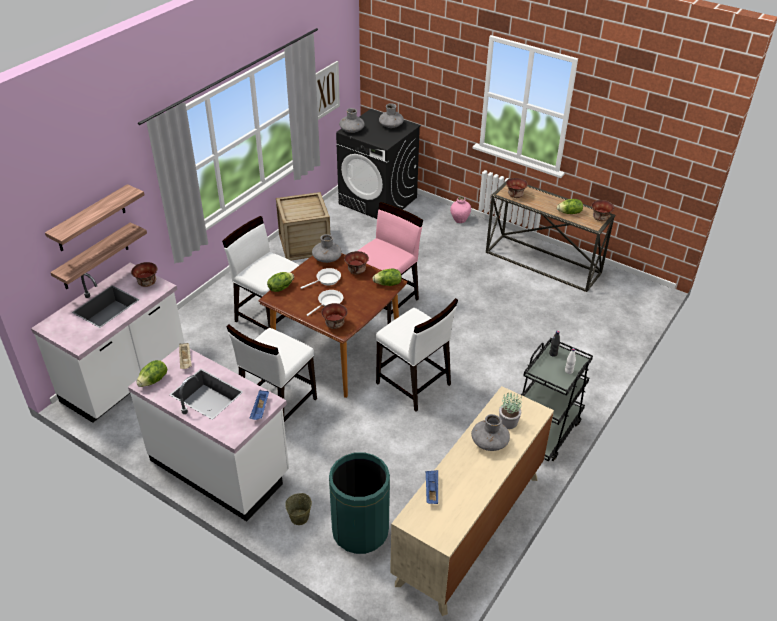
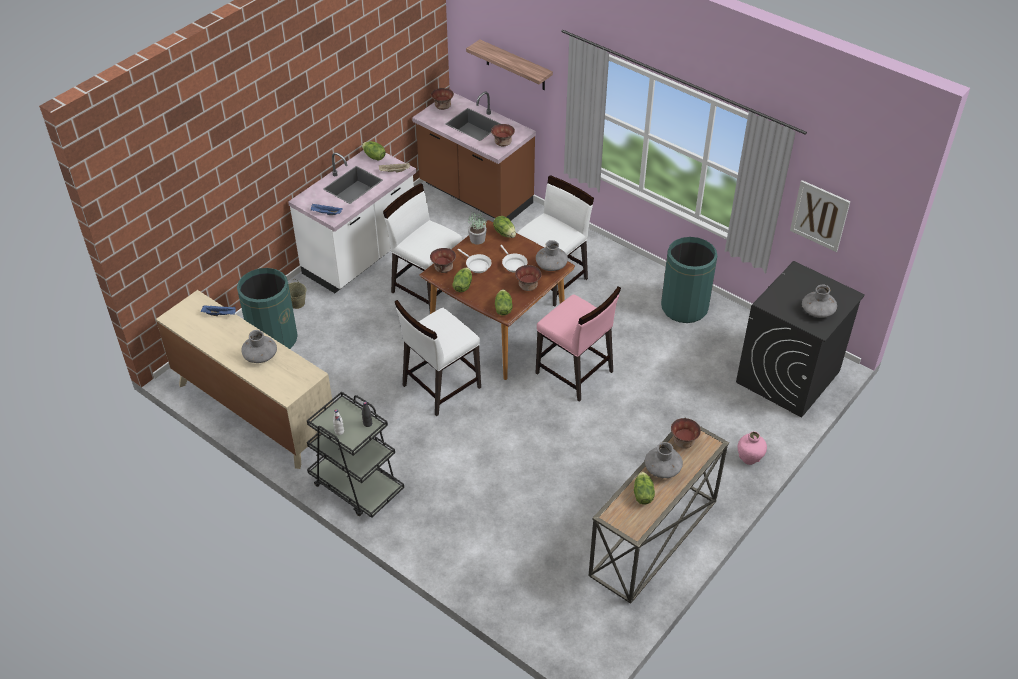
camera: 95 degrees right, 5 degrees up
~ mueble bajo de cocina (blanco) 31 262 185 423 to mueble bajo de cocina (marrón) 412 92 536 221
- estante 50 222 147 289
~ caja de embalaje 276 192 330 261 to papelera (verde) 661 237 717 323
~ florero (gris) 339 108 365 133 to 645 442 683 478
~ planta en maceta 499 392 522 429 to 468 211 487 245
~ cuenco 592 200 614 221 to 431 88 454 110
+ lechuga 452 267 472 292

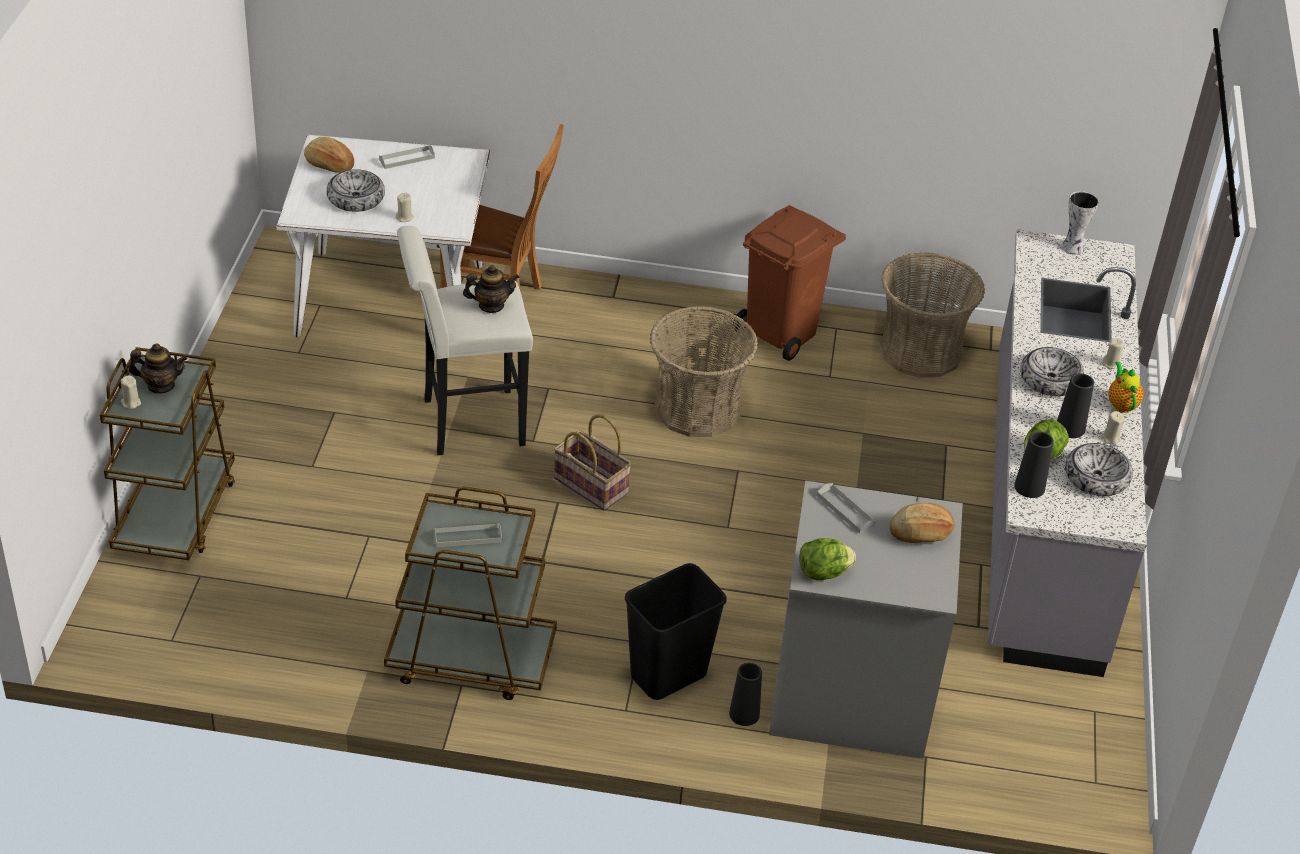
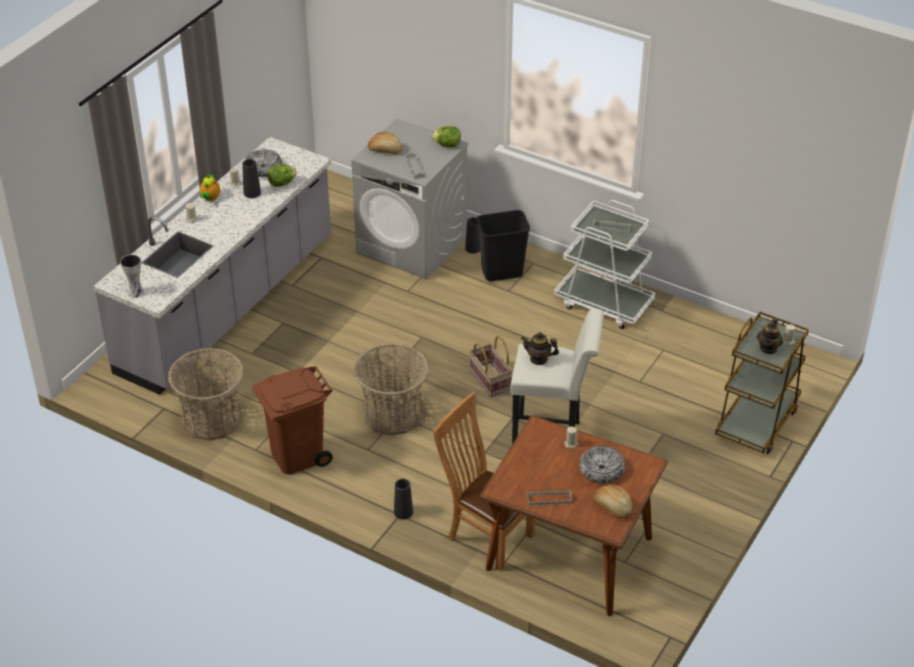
camera: 155 degrees left, 0 degrees up
~ tetera 129 343 187 394 = 757 318 783 354 90 degrees counterclockwise
~ mesa de comedor (blanco) 276 135 490 337 to mesa de comedor (marrón) 479 415 668 616
~ carrito (marrón) 384 487 557 700 to carrito (blanco) 554 200 655 329
~ florero (negro) 1014 432 1054 498 to 394 479 413 519
- cuenco 1020 347 1085 396

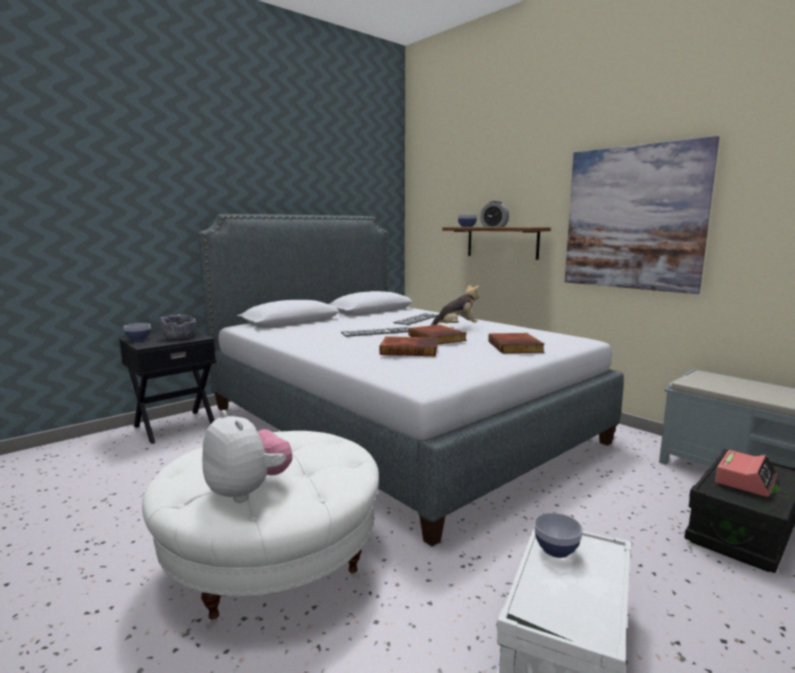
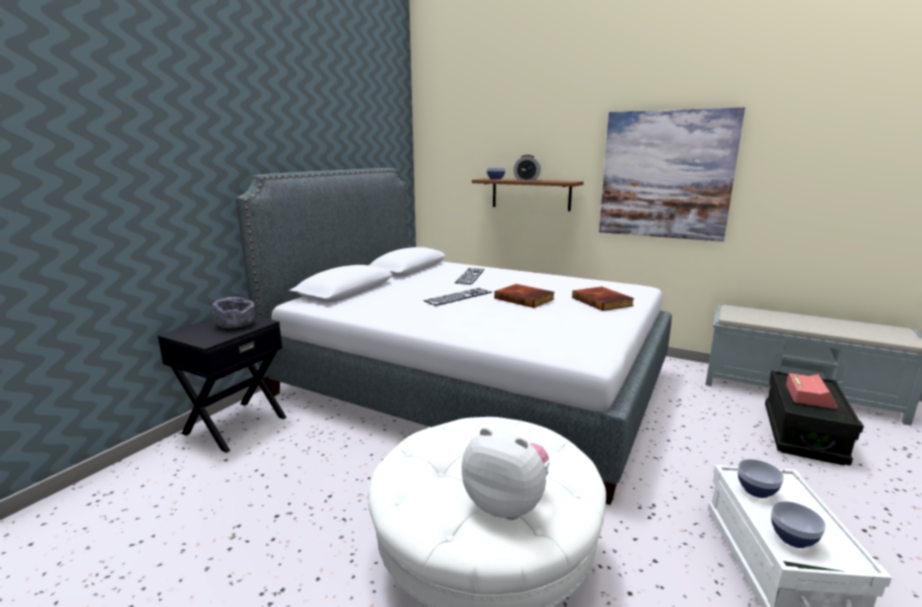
camera: 20 degrees left, 5 degrees up
~ cuenco 123 323 151 341 to 771 501 826 548
- libro 380 336 437 356
- peluche 430 284 480 326

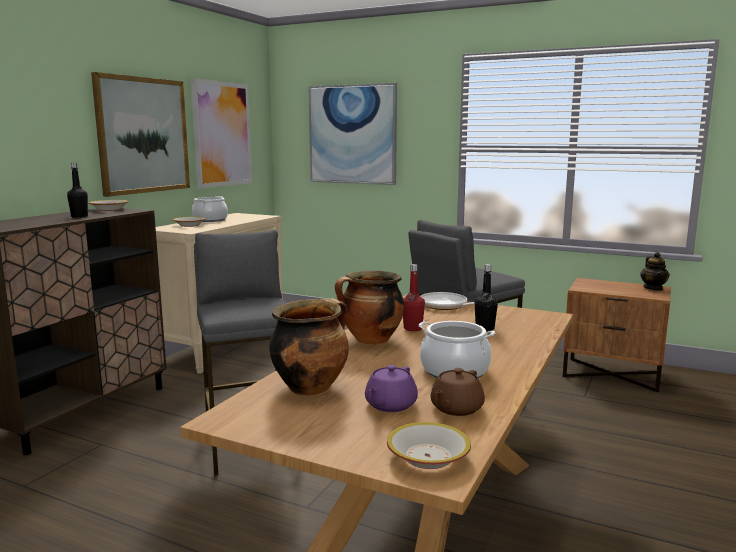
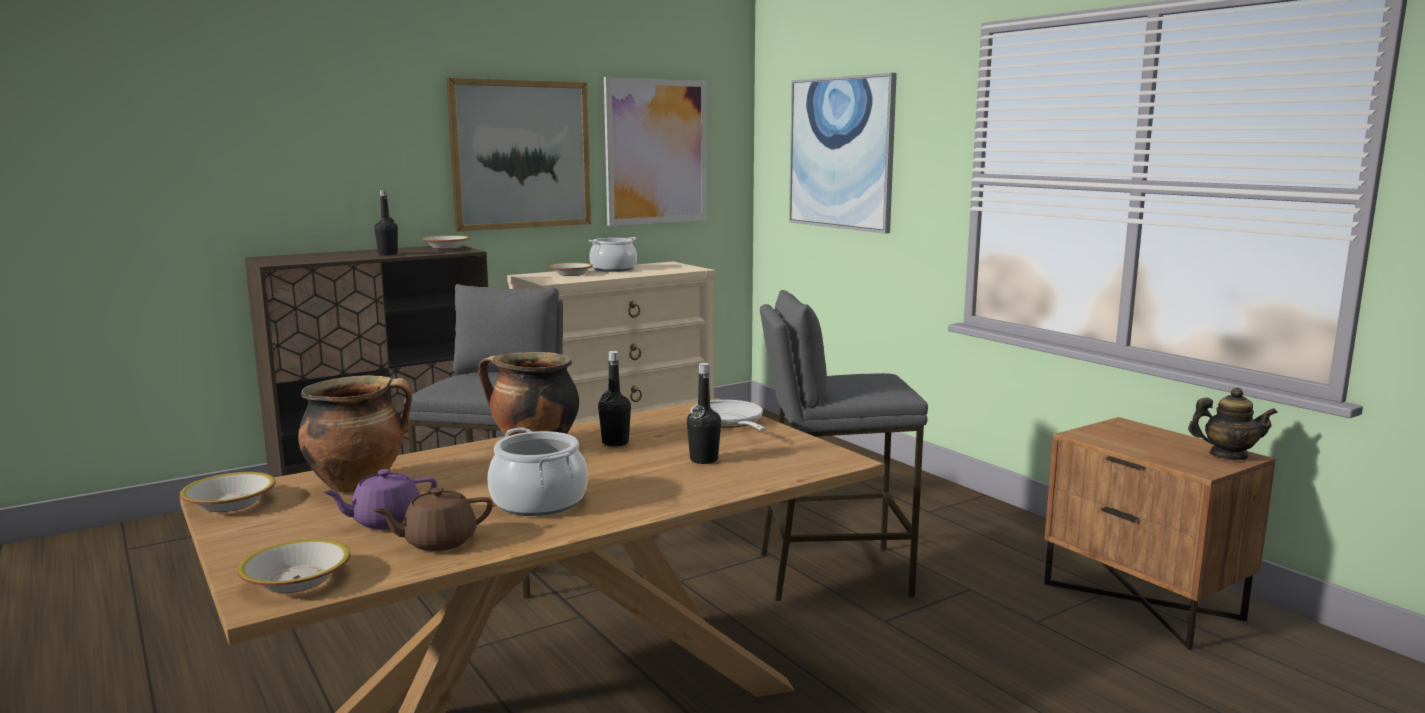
camera: 30 degrees right, 0 degrees up
~ botella (rojo) 403 264 425 331 to botella (negro) 598 351 631 447
~ tetera 640 252 670 291 = 1188 387 1278 460 105 degrees counterclockwise
+ cuenco 180 472 276 512

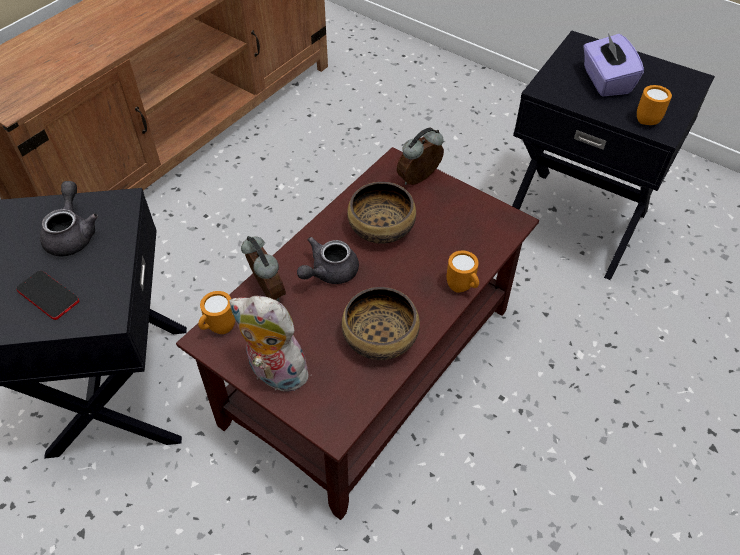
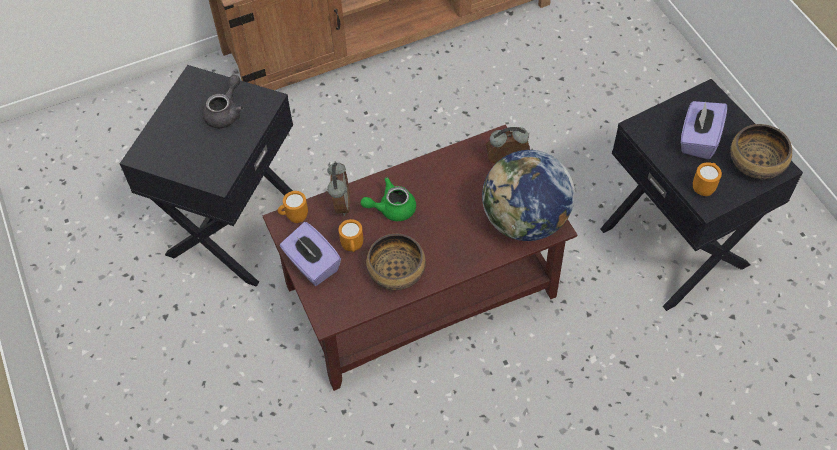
camera: 30 degrees right, 5 degrees up
- móvil 16 270 79 320
~ peluche 229 296 313 394 to caja de pañuelos (morado) 280 222 341 286
~ tetera (gris) 297 237 359 284 to tetera (verde) 361 177 416 221
~ cuenco 347 182 416 244 to 730 124 792 179
~ taza grande (naranja) 447 251 479 293 to 339 219 363 252
+ globo terráqueo 482 150 575 241

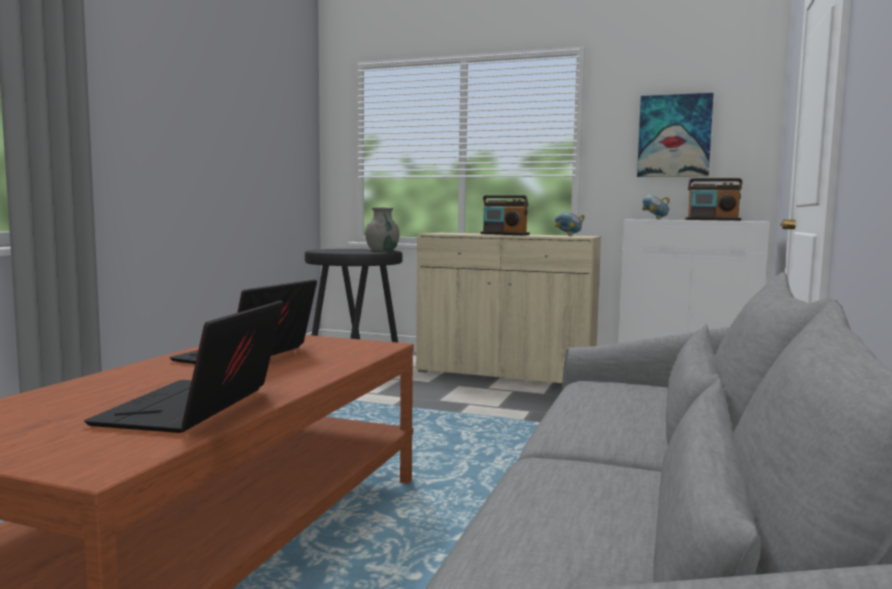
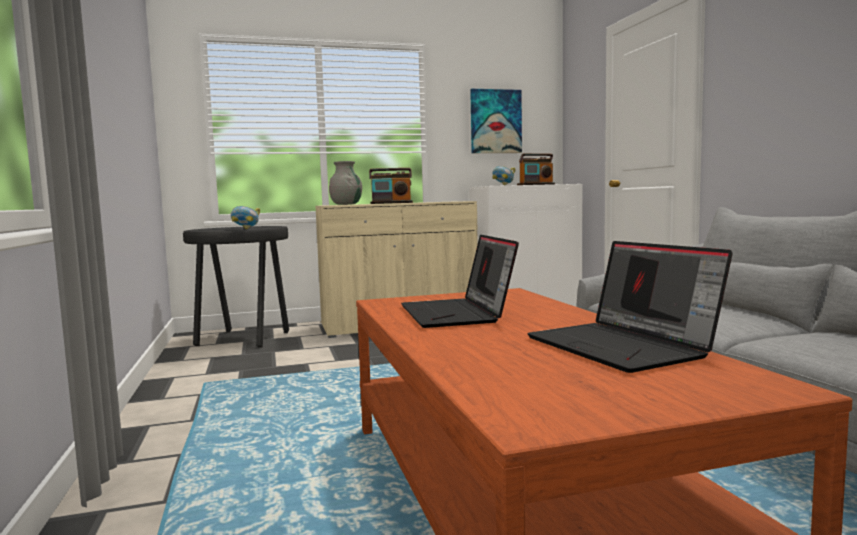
camera: 35 degrees left, 0 degrees up
~ florero (gris) 365 208 400 251 to 329 161 362 205
~ cuenco 555 212 585 236 to 231 206 260 229

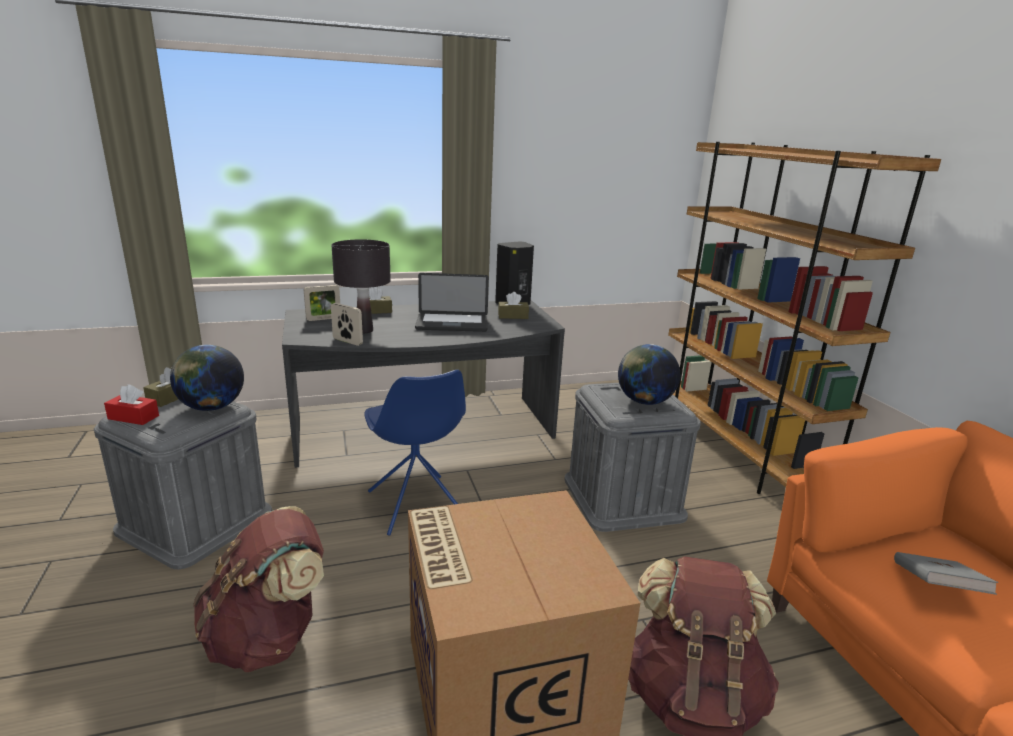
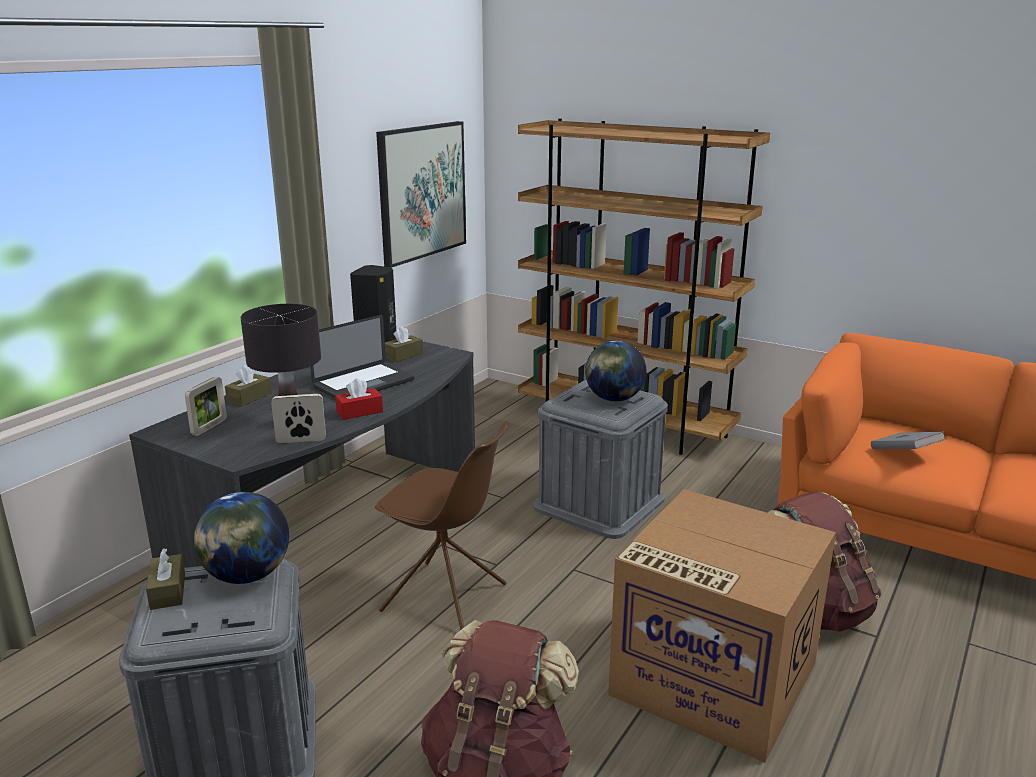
camera: 40 degrees left, 0 degrees up
~ caja de pañuelos (rojo) 104 384 159 425 to 335 378 383 420
~ silla (azul) 364 370 466 536 to silla (marrón) 375 421 509 630
+ cuadro 376 121 466 268

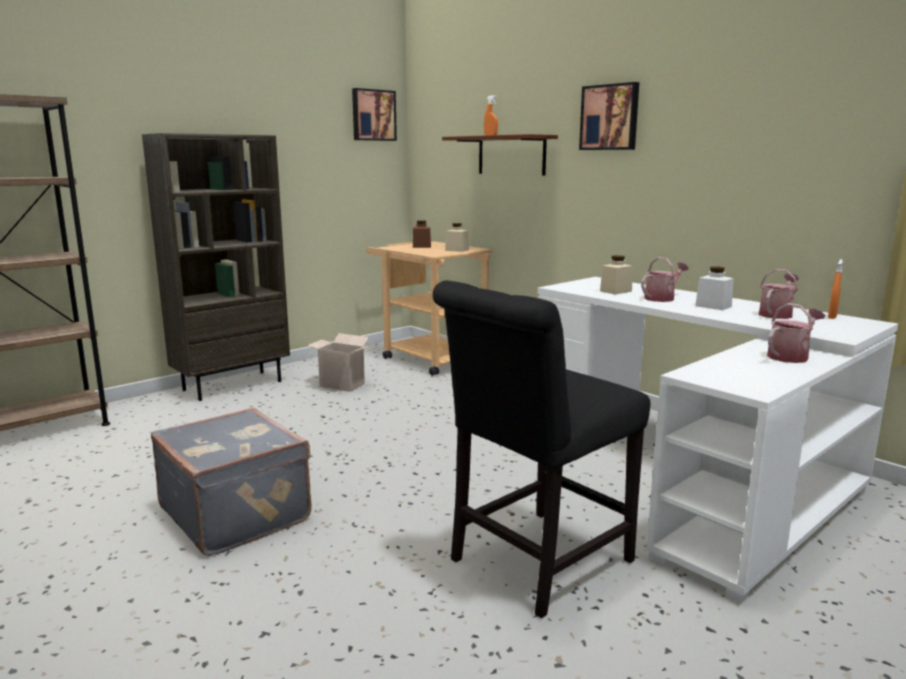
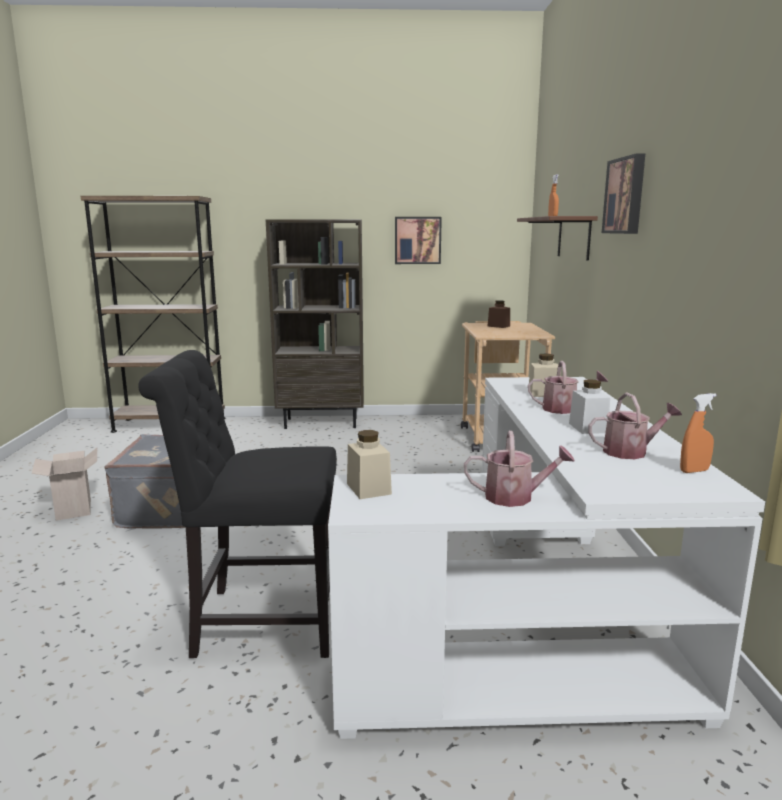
camera: 40 degrees right, 0 degrees up
~ caja de cartón 307 333 372 392 to 31 448 97 521
~ cuadro 352 88 397 141 to 395 217 442 264
~ tarro (beis) 445 223 469 252 to 347 430 392 499

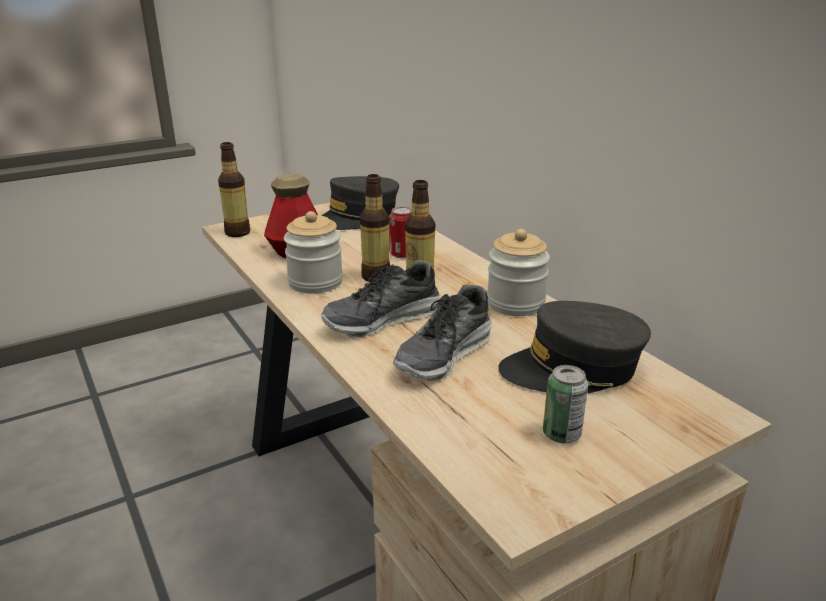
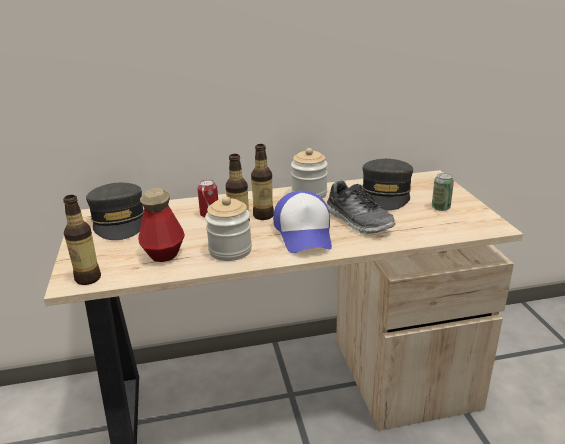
camera: 70 degrees left, 0 degrees up
~ zapato 321 260 441 338 to gorra 273 191 332 253

